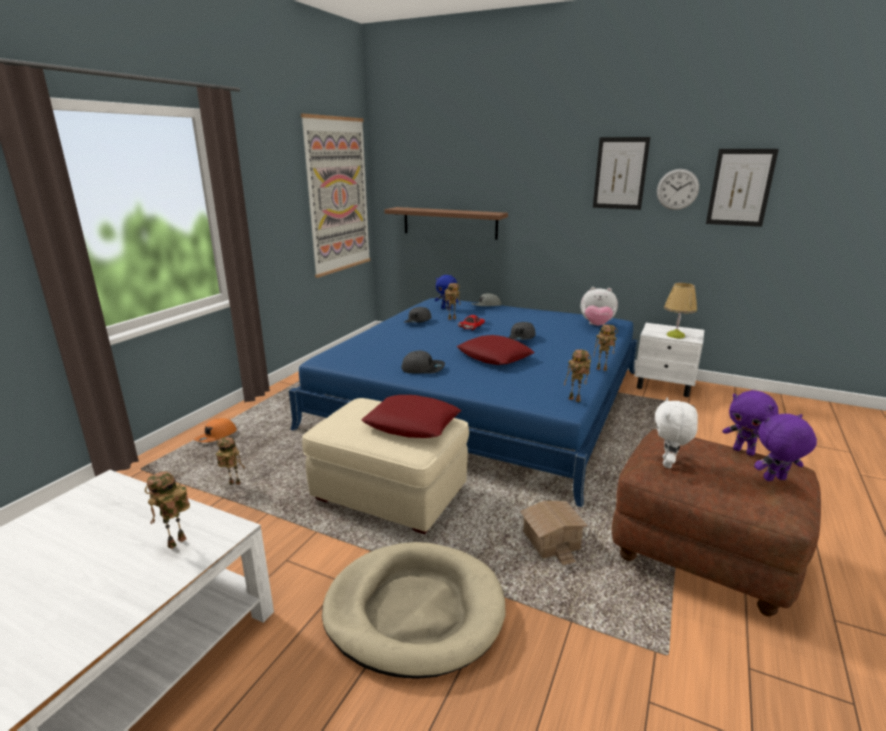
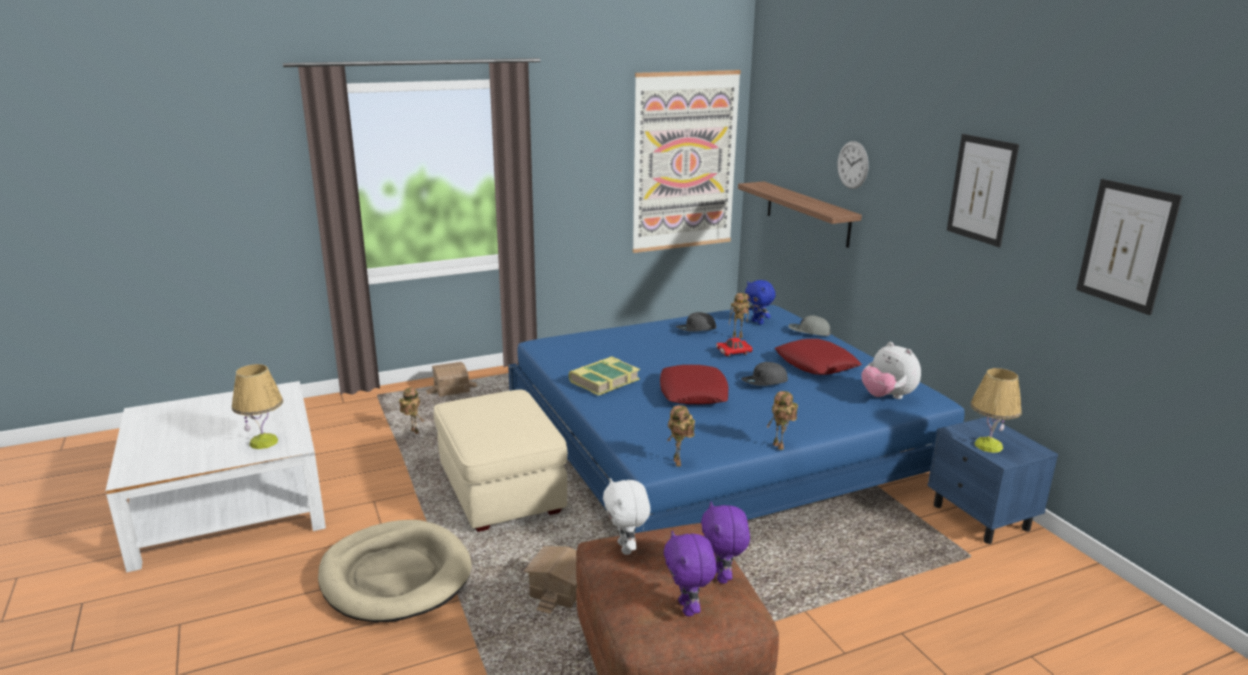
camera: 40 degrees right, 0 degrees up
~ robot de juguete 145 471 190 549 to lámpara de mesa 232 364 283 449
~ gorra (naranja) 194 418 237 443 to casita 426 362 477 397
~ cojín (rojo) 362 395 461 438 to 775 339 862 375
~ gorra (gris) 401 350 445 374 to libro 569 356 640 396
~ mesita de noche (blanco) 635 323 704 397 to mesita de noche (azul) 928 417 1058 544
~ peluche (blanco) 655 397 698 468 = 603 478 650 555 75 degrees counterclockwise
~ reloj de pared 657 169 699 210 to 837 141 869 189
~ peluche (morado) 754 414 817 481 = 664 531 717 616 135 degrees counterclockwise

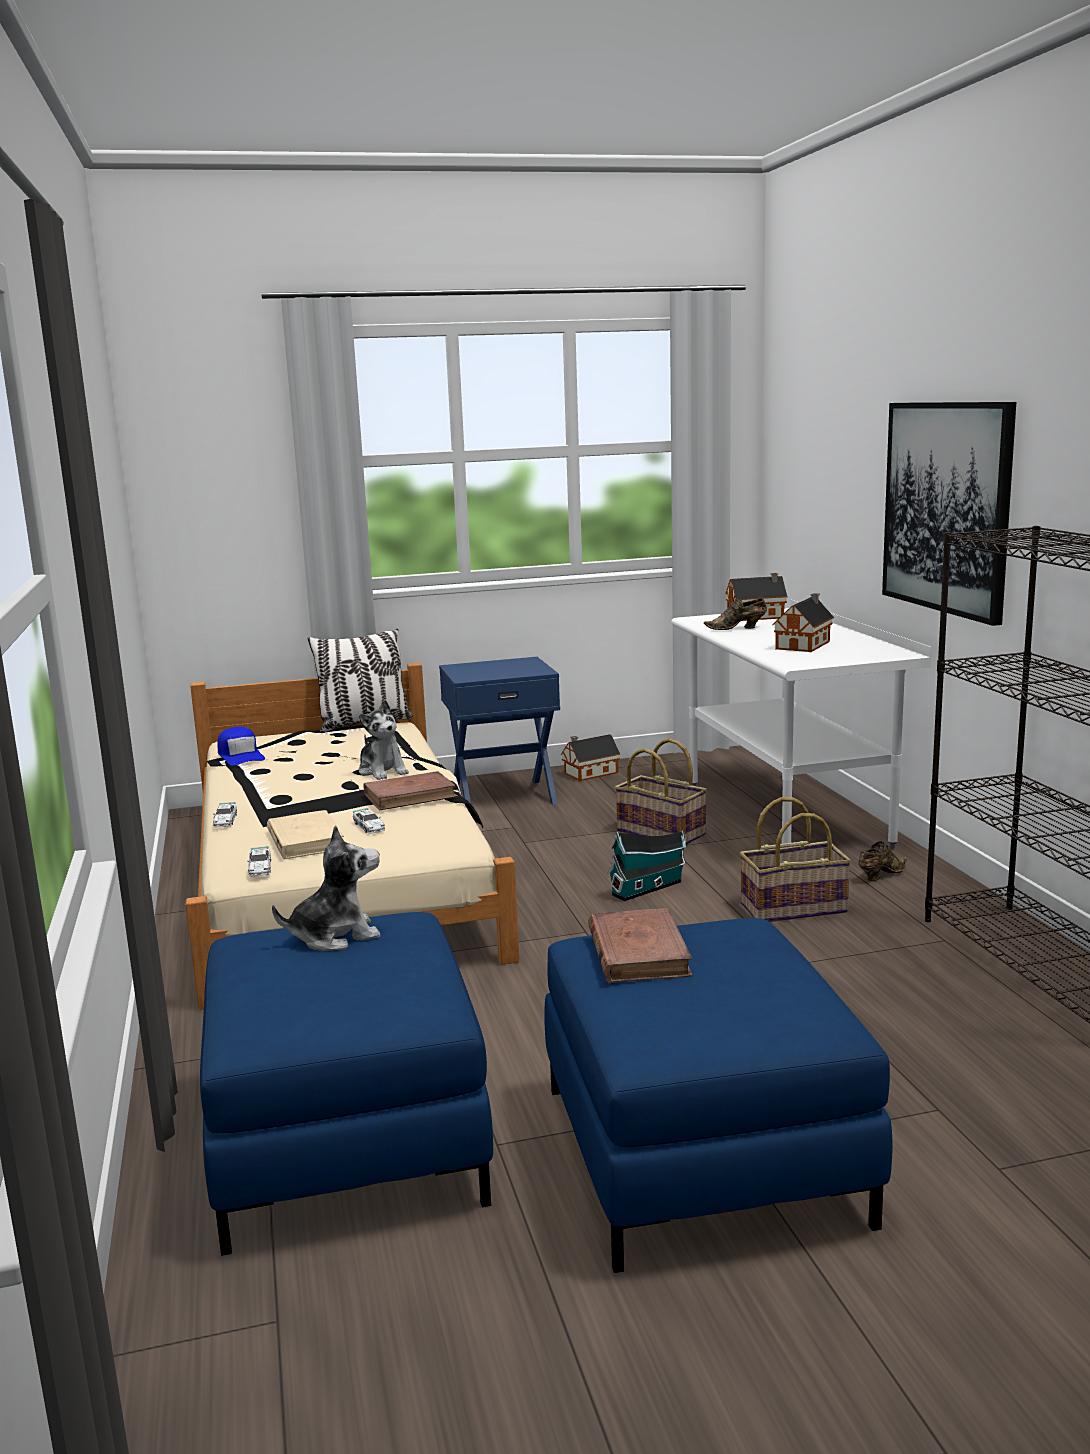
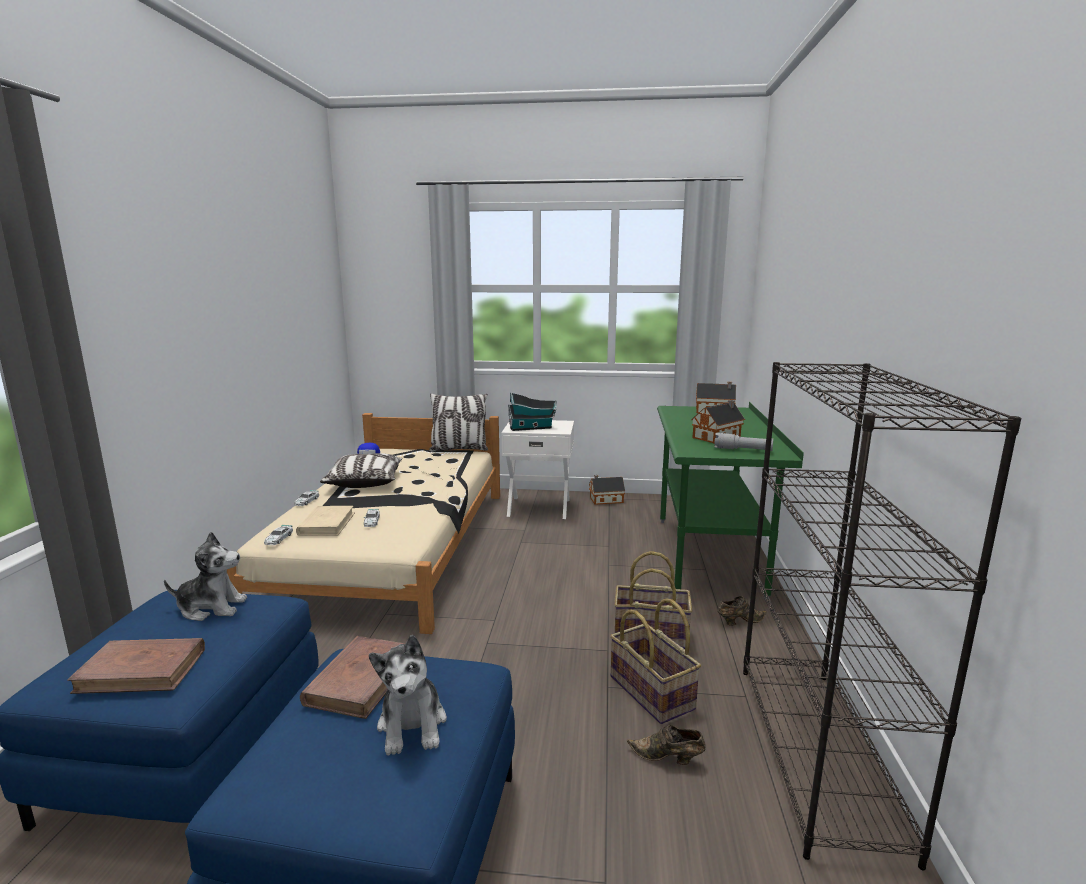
camera: 20 degrees right, 0 degrees up
~ peluche 359 700 409 780 to 369 635 447 756
~ libro (marrón) 364 771 458 810 to 67 638 205 694
~ mesita de noche (azul) 439 657 560 806 to mesita de noche (blanco) 501 420 574 519
~ casita 607 830 686 901 to 508 393 557 431
~ cesta 615 738 707 845 to 610 598 701 724
~ escritorio (blanco) 671 600 932 849 to escritorio (verde) 657 402 804 600
~ zapato (marrón) 704 598 767 630 to 627 725 706 765
- cuadro 882 402 1016 626
+ cojín 320 453 403 488
+ linterna (gris) 714 433 773 451

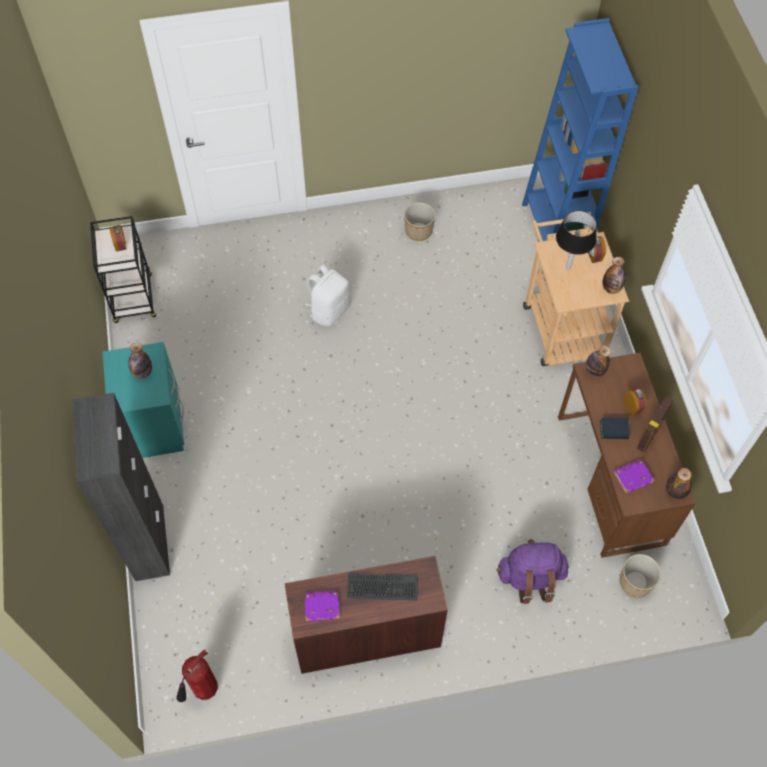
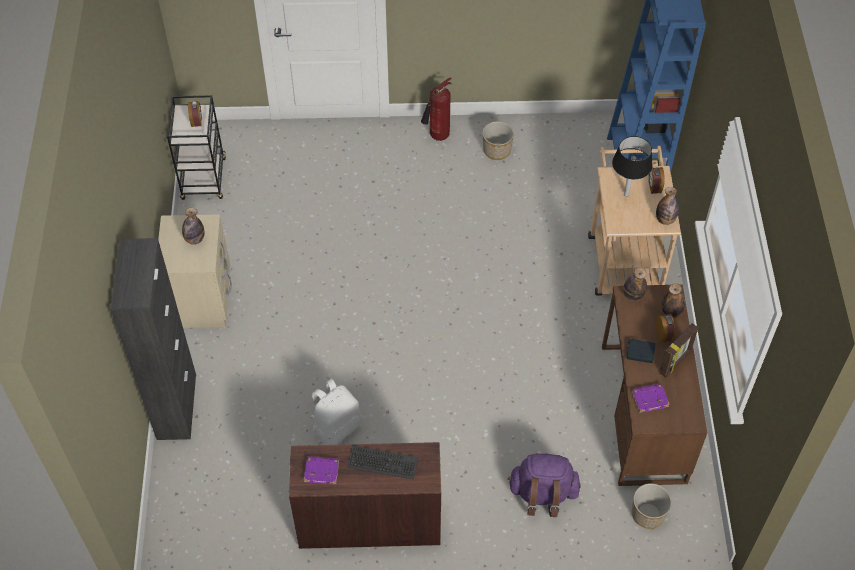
camera: 10 degrees right, 5 degrees down
~ mesita de noche (turquesa) 103 342 184 458 to mesita de noche (beis) 158 214 232 328
~ extintor 177 649 218 702 to 421 77 452 141
~ mochila (blanco) 305 265 350 326 to 311 379 361 445
~ botella 666 468 692 499 to 662 283 685 318

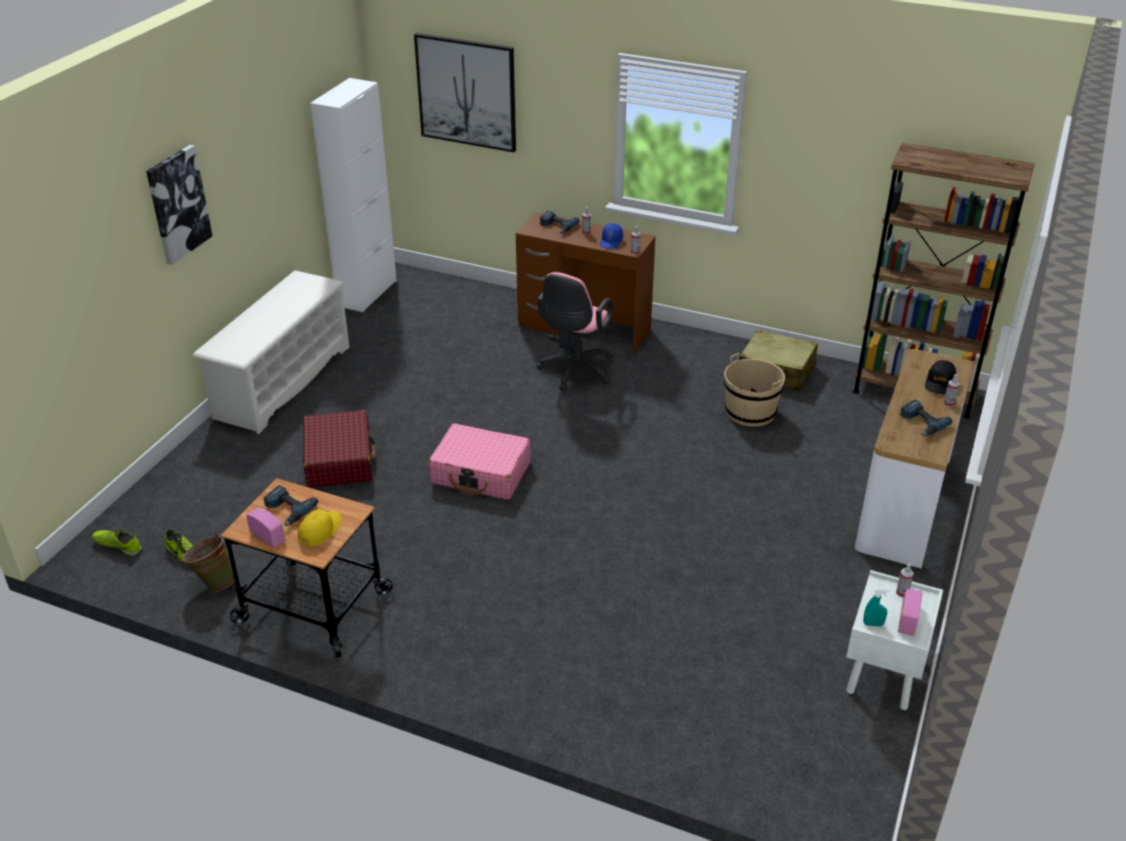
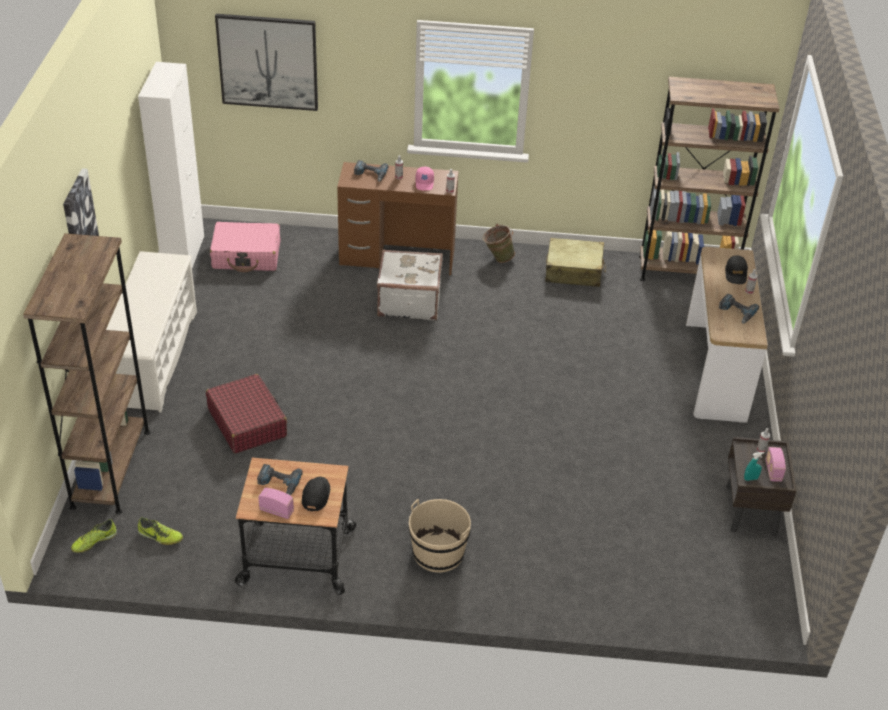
camera: 20 degrees left, 5 degrees up
~ zapato 92 530 142 556 = 71 519 117 553 45 degrees counterclockwise
~ cubo (verde) 183 533 235 592 to 483 224 515 263
~ gorra (amarillo) 298 509 342 546 to gorra (negro) 302 477 330 511
~ maleta (rosa) 429 423 531 500 to 210 222 280 272
~ silla de oficina (rosa) 537 272 613 391 to maleta (blanco) 377 249 443 320
~ gorra (azul) 600 223 623 249 to gorra (rosa) 416 167 434 191
~ cubo (beis) 724 353 785 427 to 409 499 471 573
~ mesita de noche (blanco) 846 570 943 710 to mesita de noche (marrón) 726 437 797 536
+ estantería (marrón) 23 233 150 514

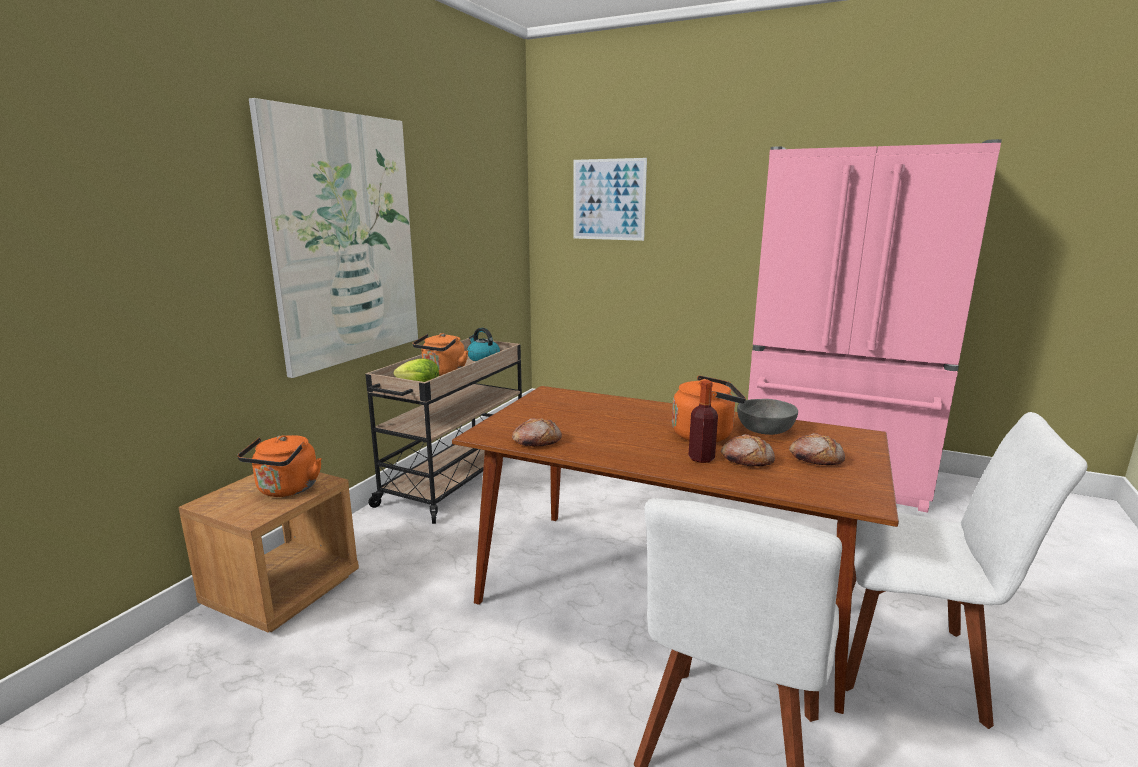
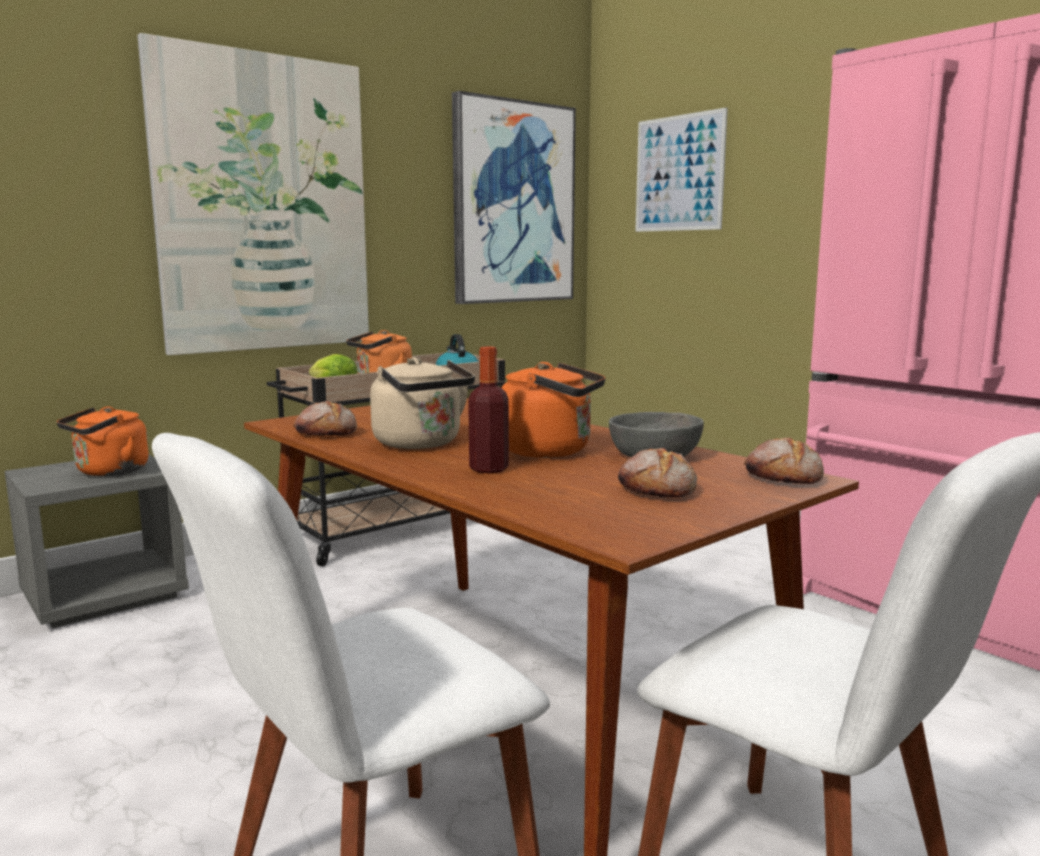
camera: 25 degrees right, 5 degrees down
~ mesita de noche (marrón) 178 472 359 633 to mesita de noche (gris) 5 454 189 628
~ pan 721 434 775 467 to 744 438 824 484
+ hervidor (beis) 370 357 475 449
+ cuadro 452 91 576 304

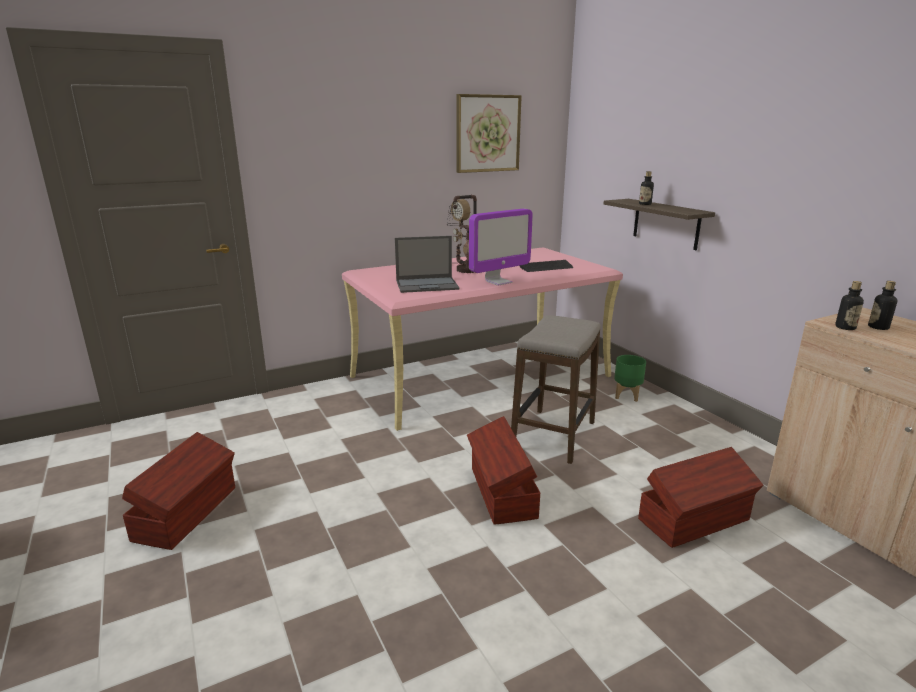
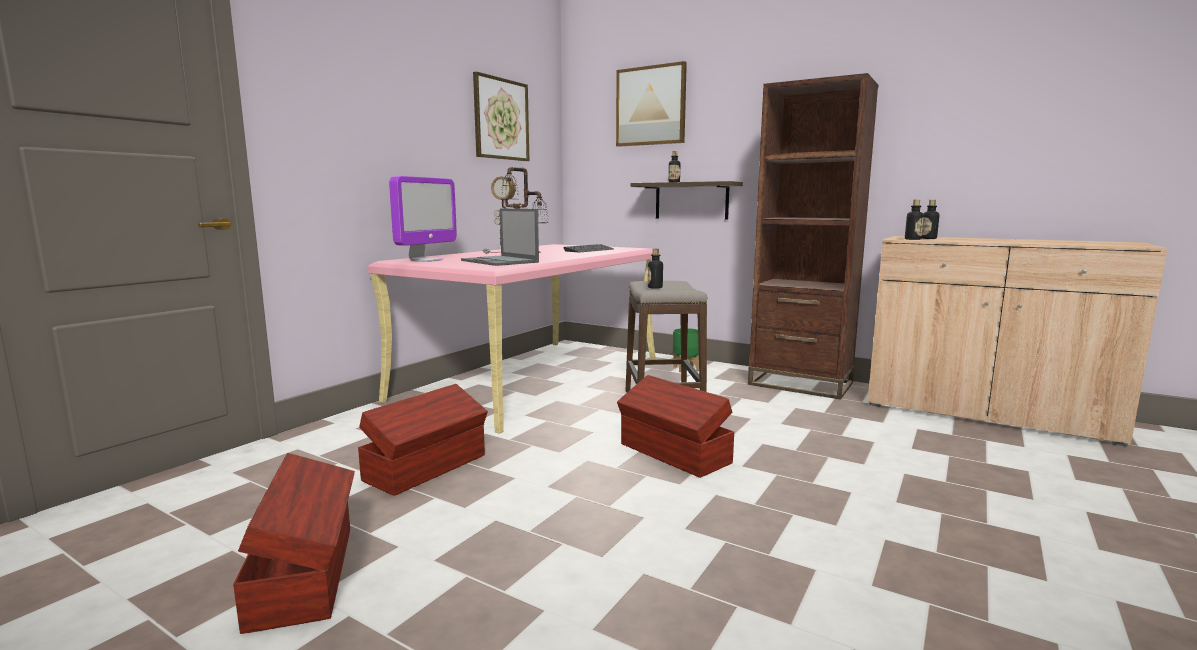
camera: 30 degrees left, 10 degrees down
~ portátil 395 236 460 293 = 461 209 539 266 90 degrees clockwise
~ monitor 469 209 533 286 to 389 176 457 262
~ caja de almacenaje (marrón) 638 447 764 548 to 358 384 488 496
+ cuadro 616 61 687 147
+ botella 648 249 663 289
+ estantería (marrón) 748 73 878 400

